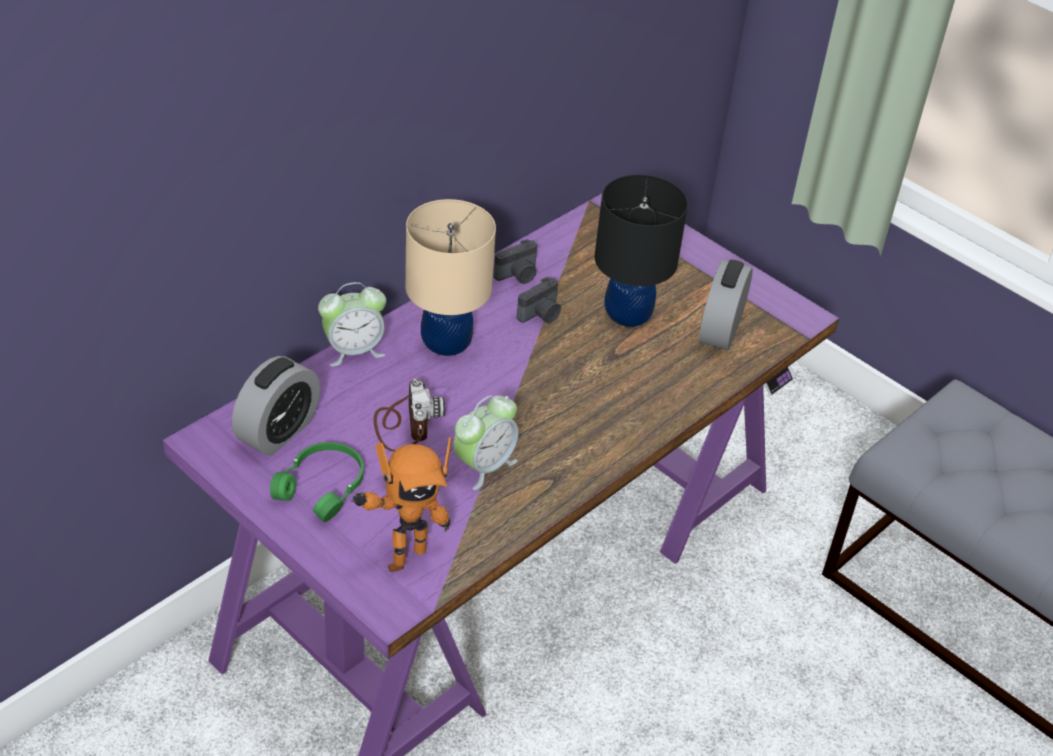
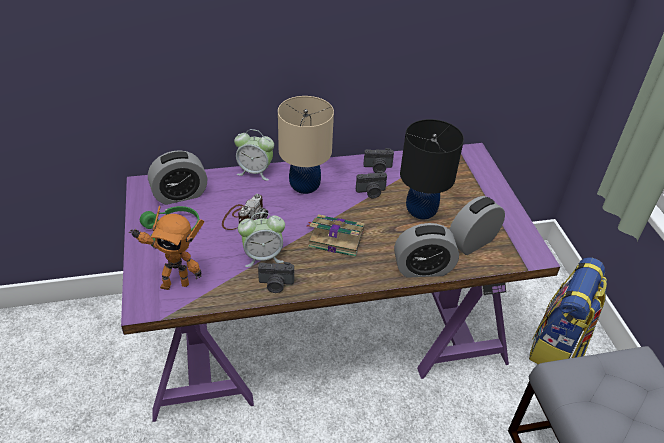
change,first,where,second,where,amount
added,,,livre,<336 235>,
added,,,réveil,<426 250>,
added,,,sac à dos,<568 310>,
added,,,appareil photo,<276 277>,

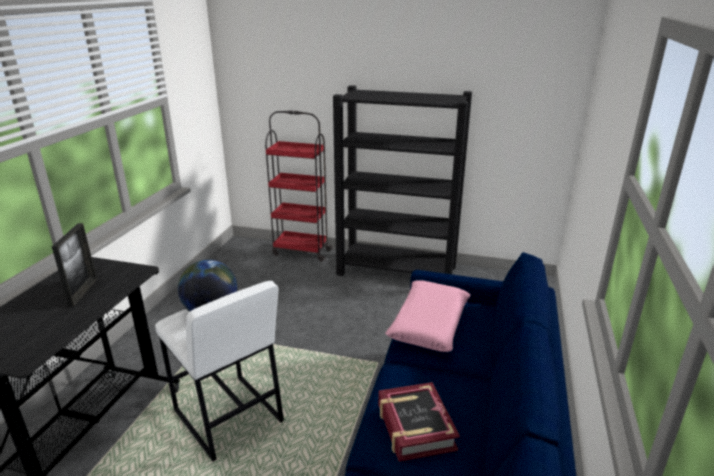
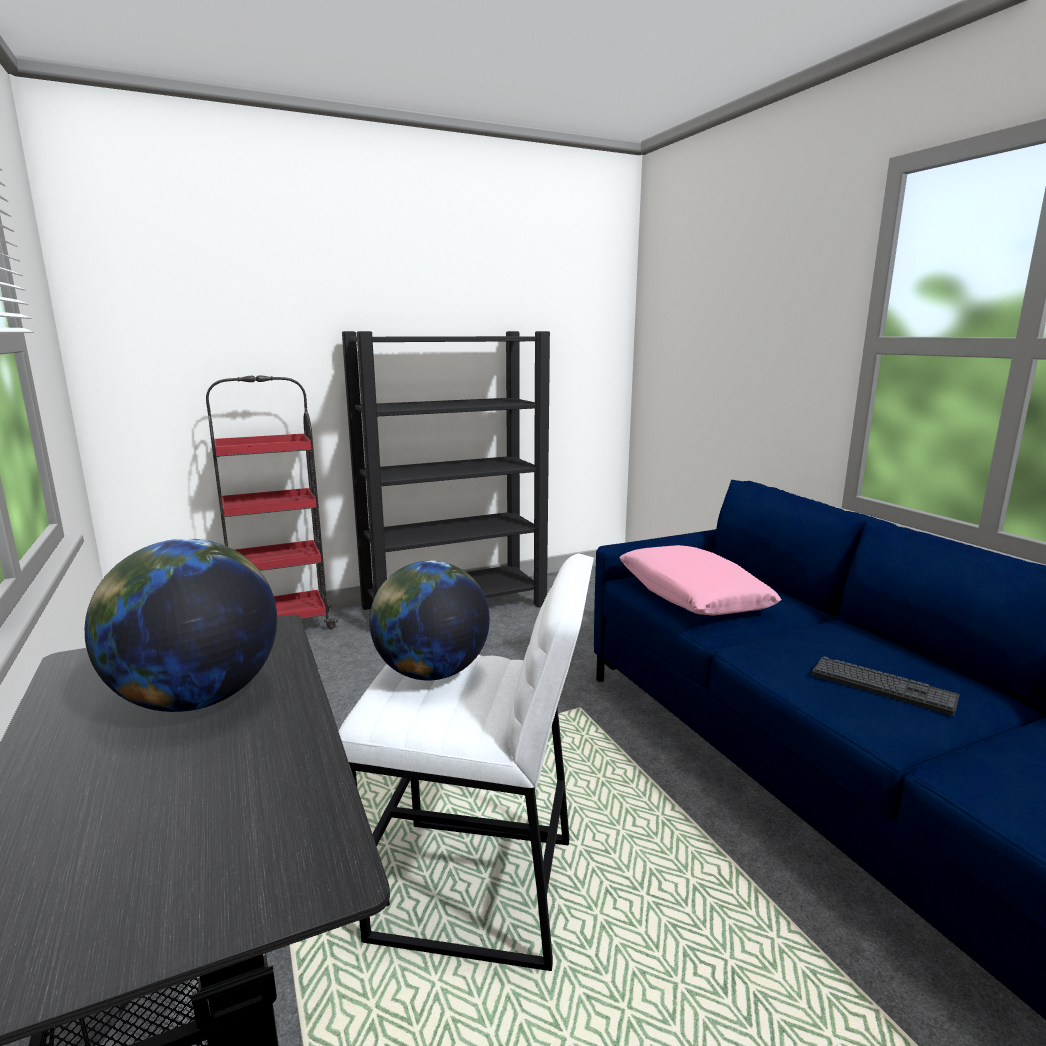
change,first,where,second,where,amount
replaced,cadre photo,<74 264>,globe,<181 625>,
replaced,livre,<419 422>,clavier,<885 686>,

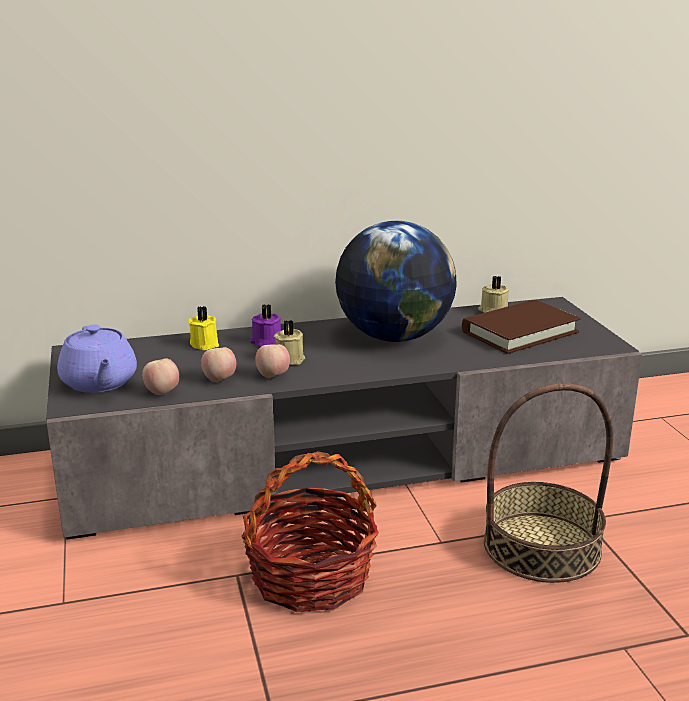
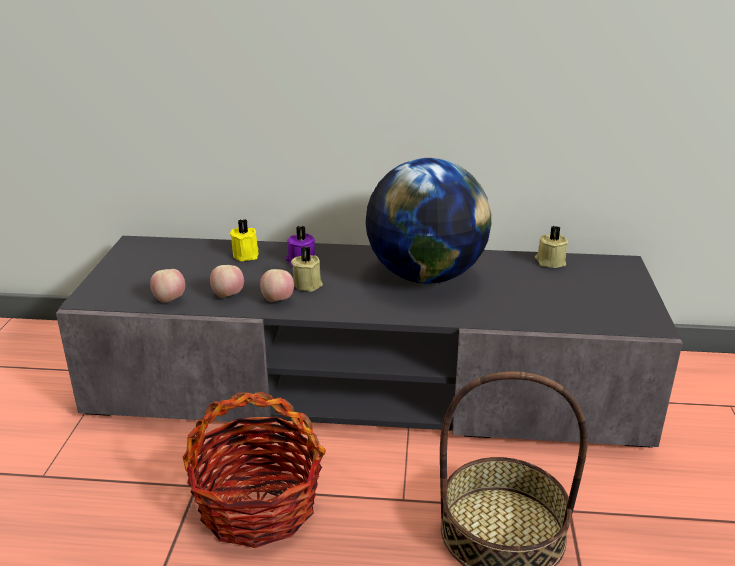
change,first,where,second,where,amount
removed,livre (marron),<521 327>,,,
removed,théière (violet),<97 359>,,,

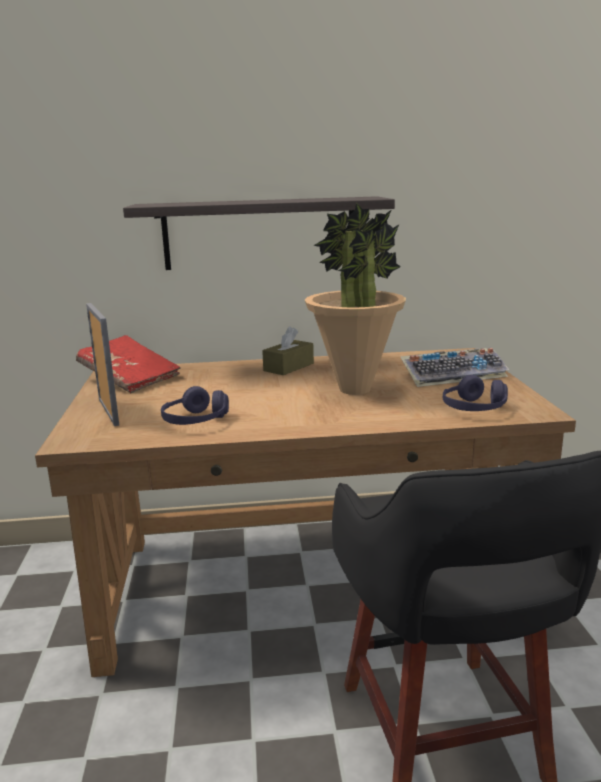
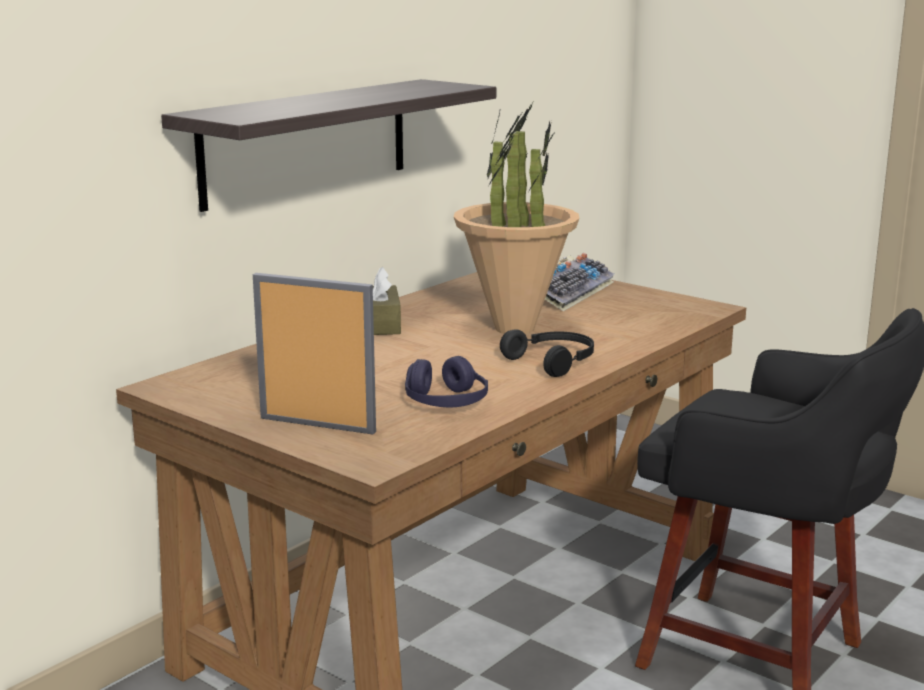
change,first,where,second,where,amount
removed,livre (rouge),<128 364>,,,
removed,casque audio (violet),<475 393>,,,
added,,,casque audio (noir),<547 353>,

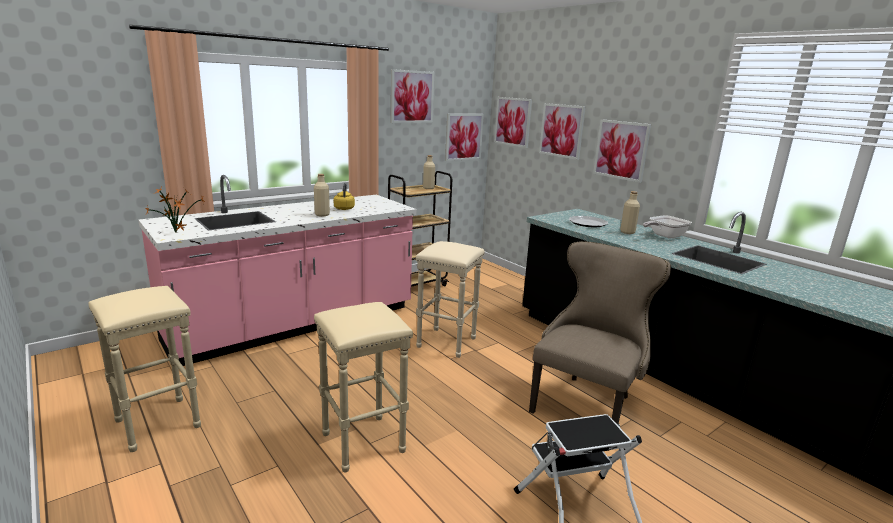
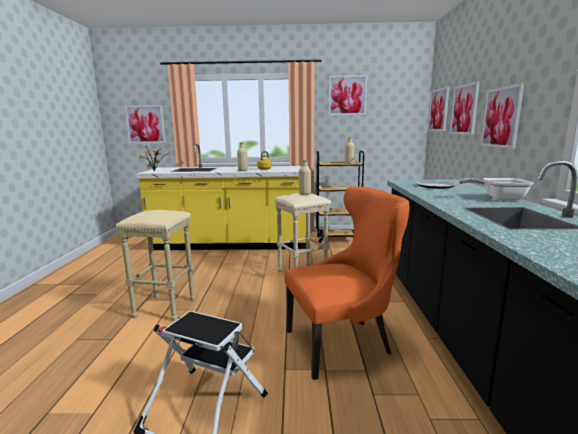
change,first,where,second,where,amount
moved,tableau,<464 137>,,<145 124>,
recoloured,comptoir de cuisine (rose),<277 270>,comptoir de cuisine (jaune),<221 197>,
moved,bouteille (beige),<630 212>,,<305 177>,
recoloured,chaise (beige),<600 332>,chaise (orange),<347 283>,
removed,tabouret (beige),<144 369>,,,

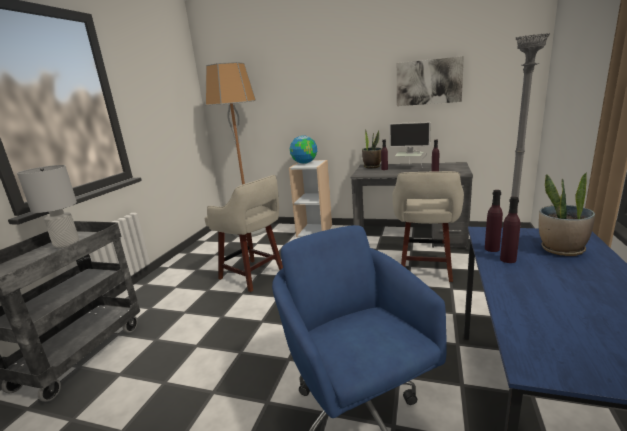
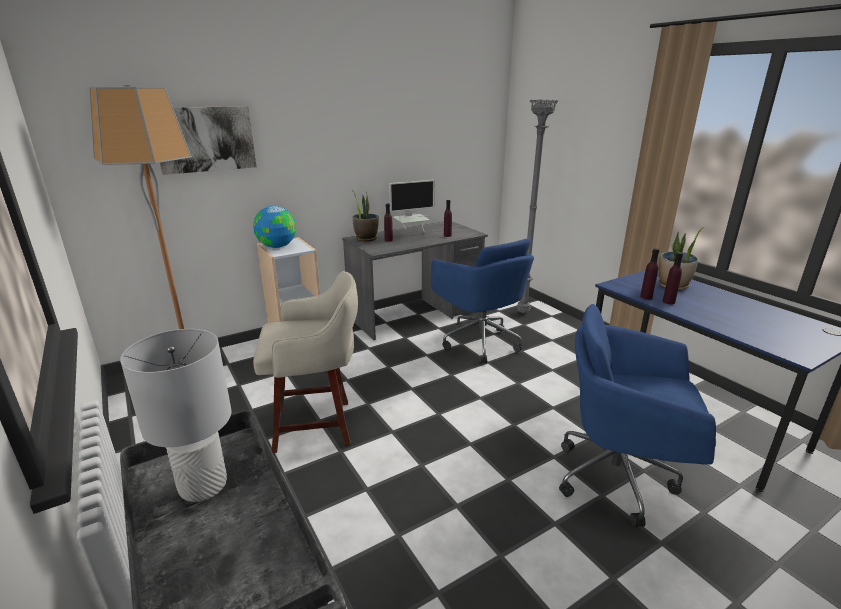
change,first,where,second,where,amount
moved,tableau,<430 81>,,<208 140>,
replaced,tabouret (beige),<428 226>,chaise de bureau (bleu),<482 300>,

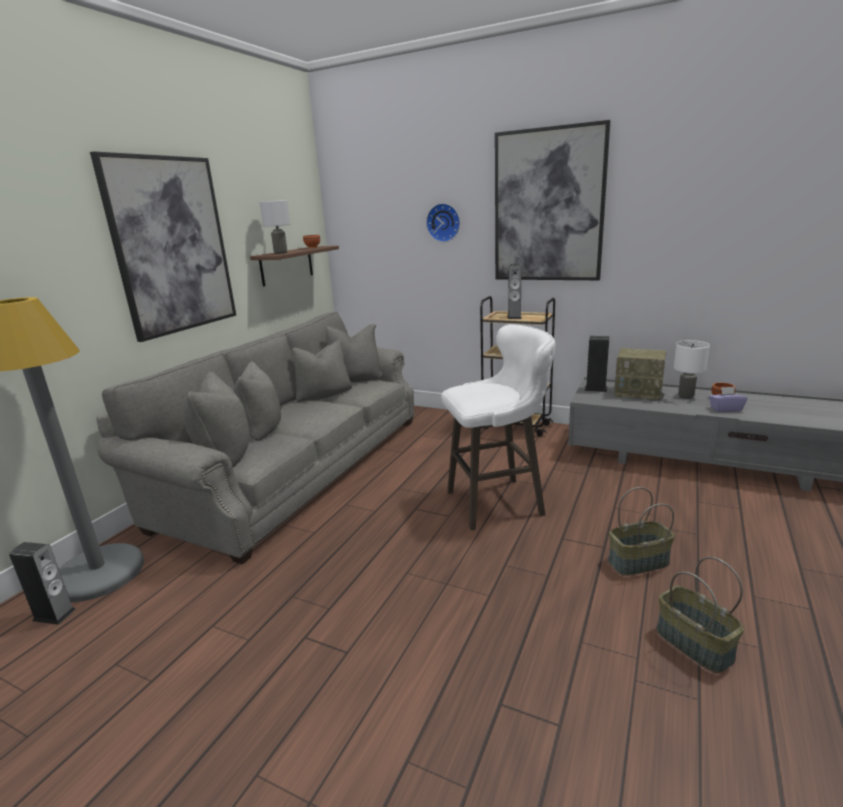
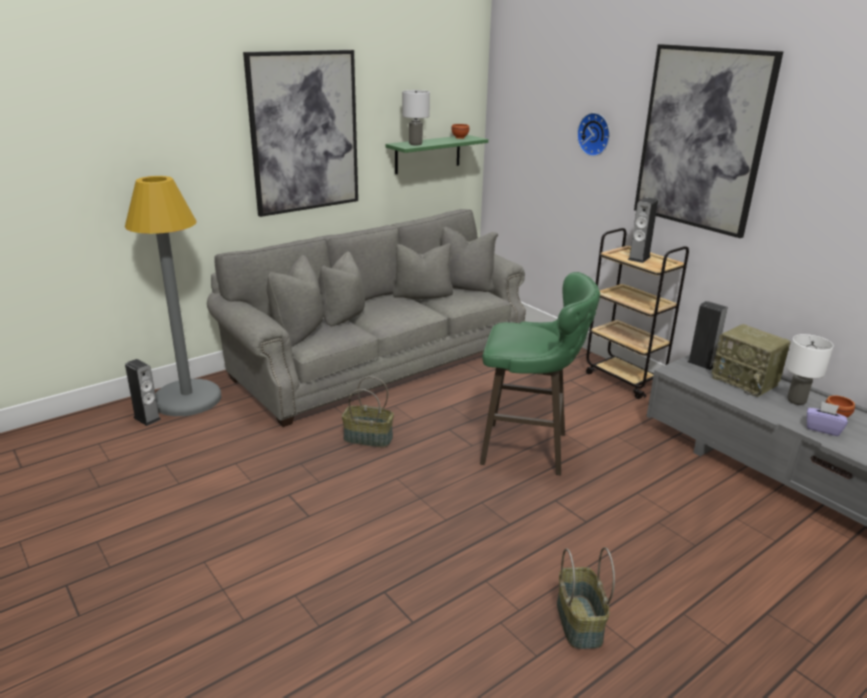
change,first,where,second,where,amount
recoloured,étagère (marron),<294 266>,étagère (vert),<436 154>,
recoloured,tabouret (blanc),<498 427>,tabouret (vert),<540 374>,
moved,panier,<641 531>,,<368 412>,

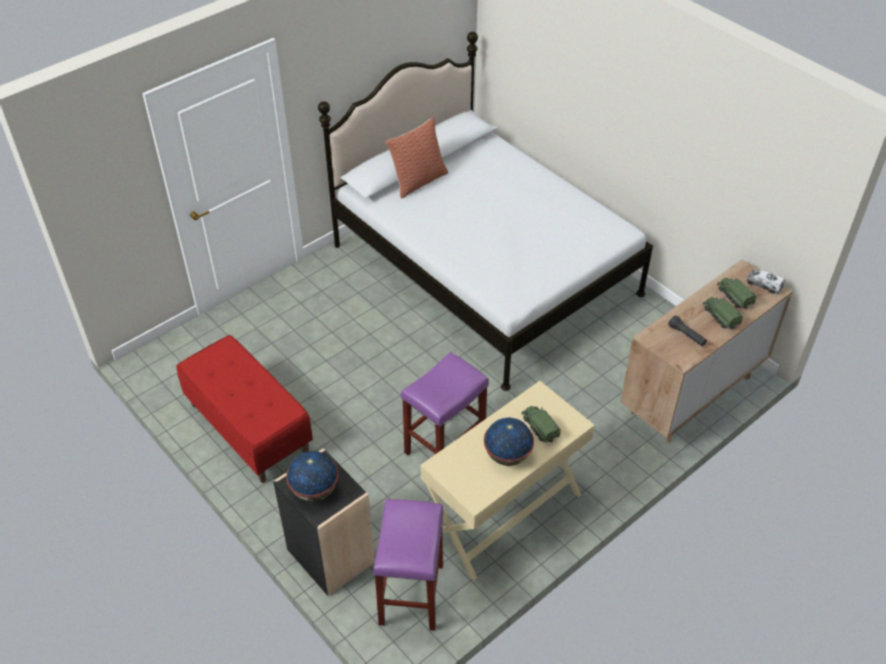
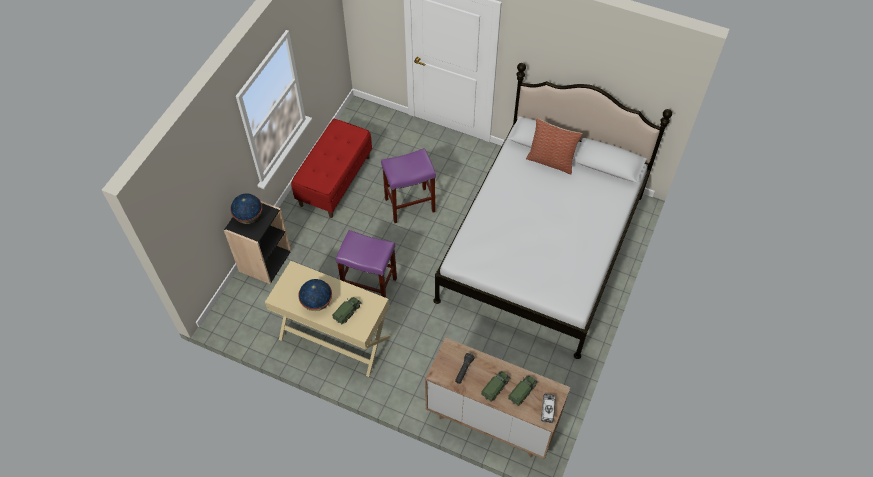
change,first,where,second,where,amount
moved,tabouret (violet),<408 565>,,<408 185>,

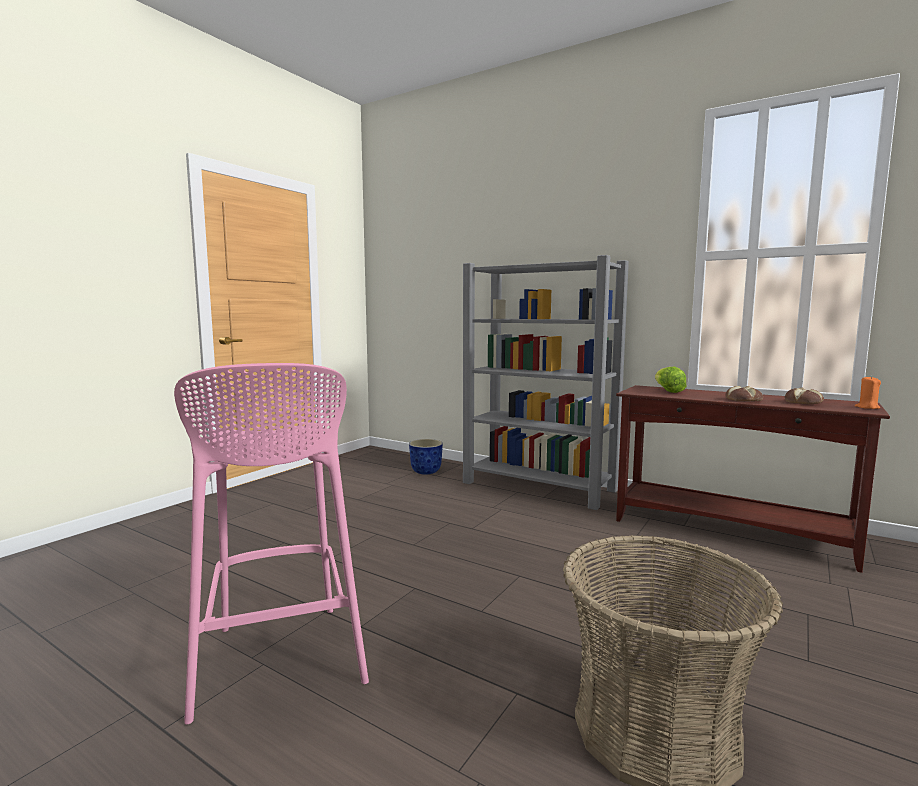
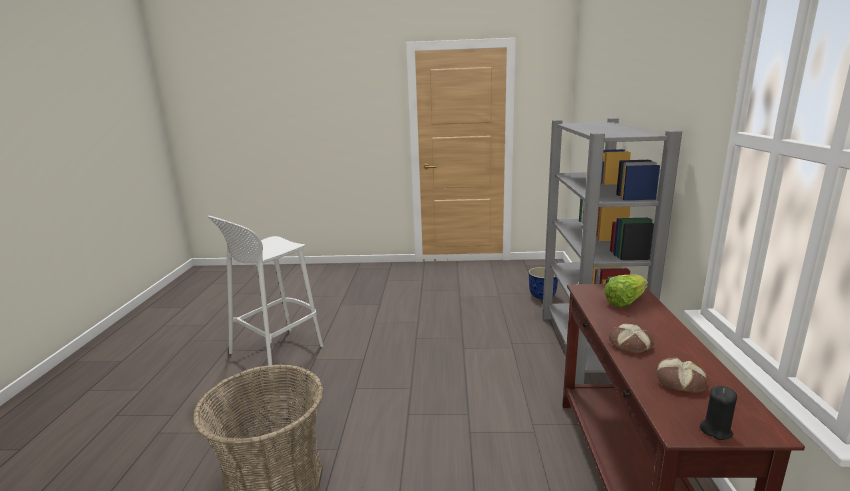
change,first,where,second,where,amount
recoloured,tabouret (rose),<271 543>,tabouret (blanc),<265 297>,
recoloured,bougie (orange),<868 392>,bougie (noir),<718 413>,

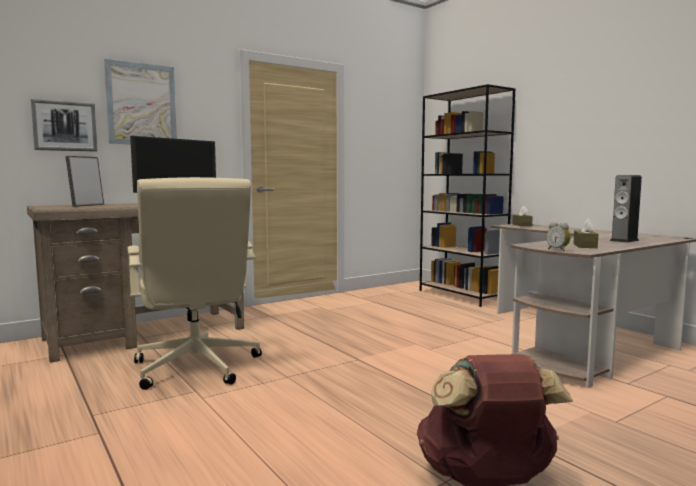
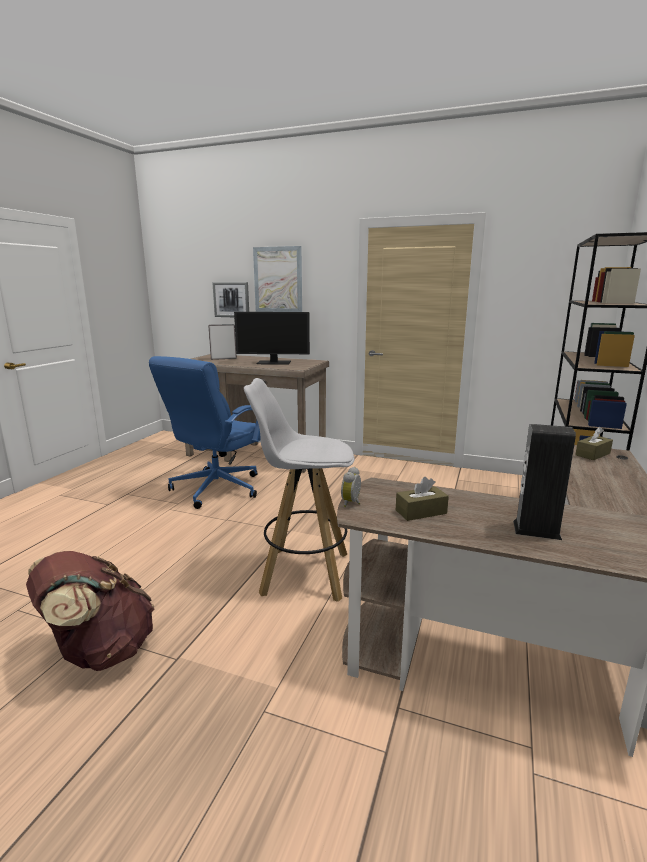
change,first,where,second,where,amount
recoloured,chaise de bureau (beige),<195 283>,chaise de bureau (bleu),<205 432>,
added,,,tabouret (blanc),<299 490>,

